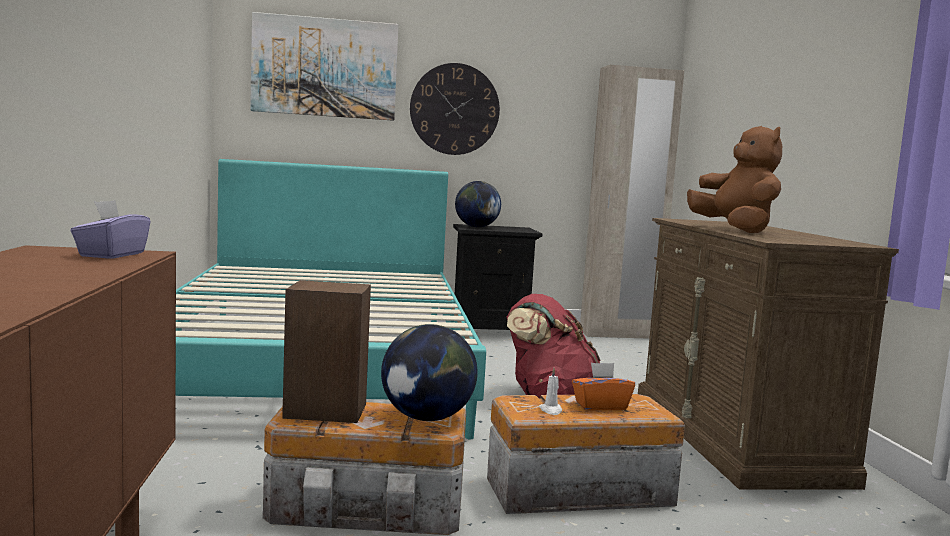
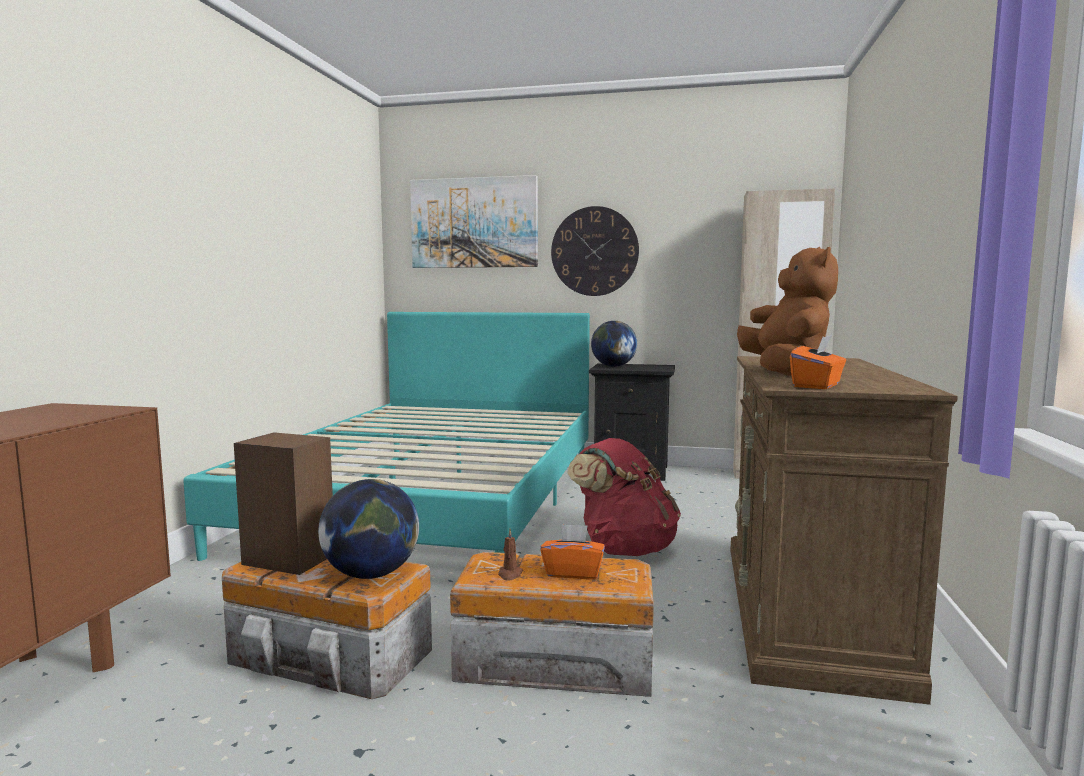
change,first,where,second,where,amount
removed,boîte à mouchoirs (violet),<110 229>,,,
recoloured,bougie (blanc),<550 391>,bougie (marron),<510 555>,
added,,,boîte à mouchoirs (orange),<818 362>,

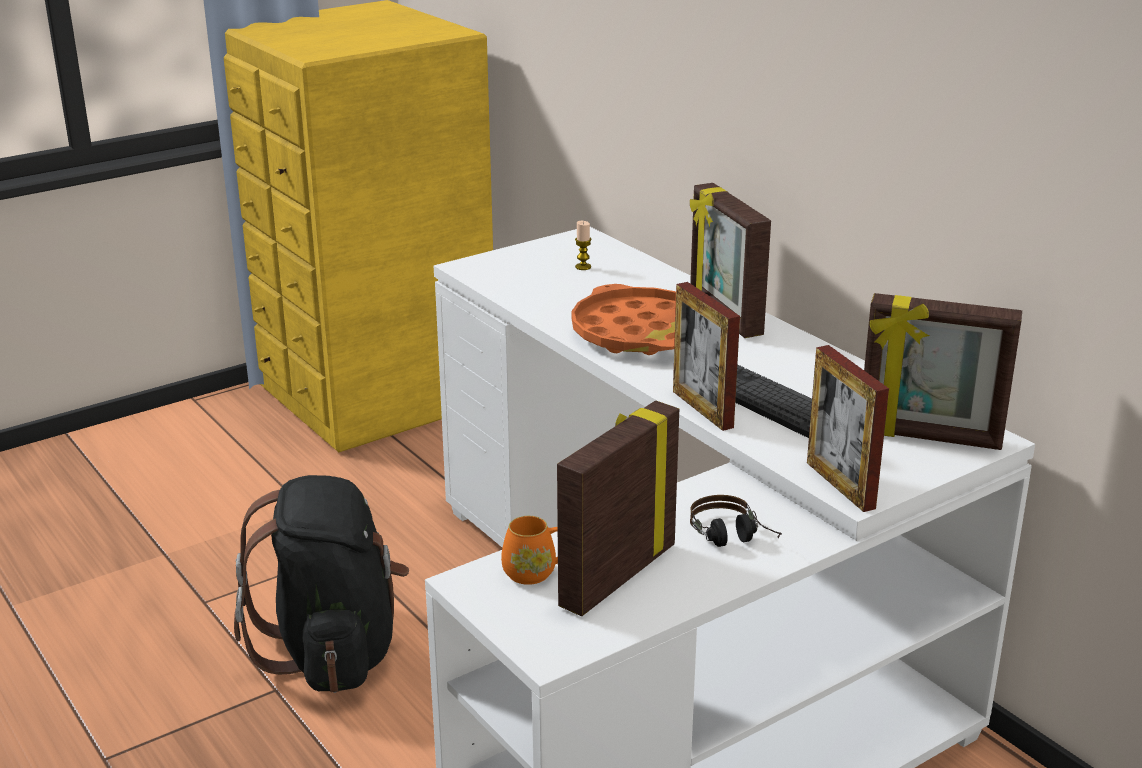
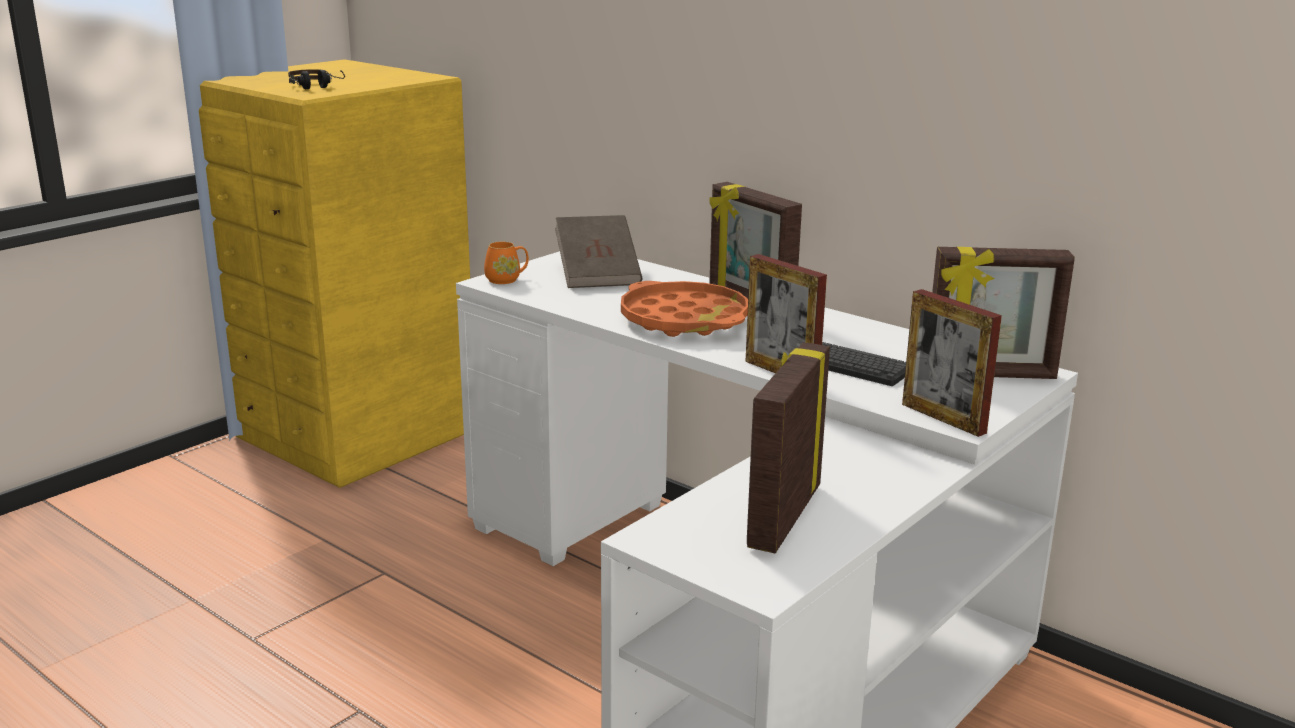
change,first,where,second,where,amount
replaced,bougie,<583 245>,livre (marron),<598 251>,
removed,sac à dos (noir),<321 584>,,,
moved,casque audio,<736 521>,,<316 79>,
moved,mug (orange),<529 550>,,<506 262>,

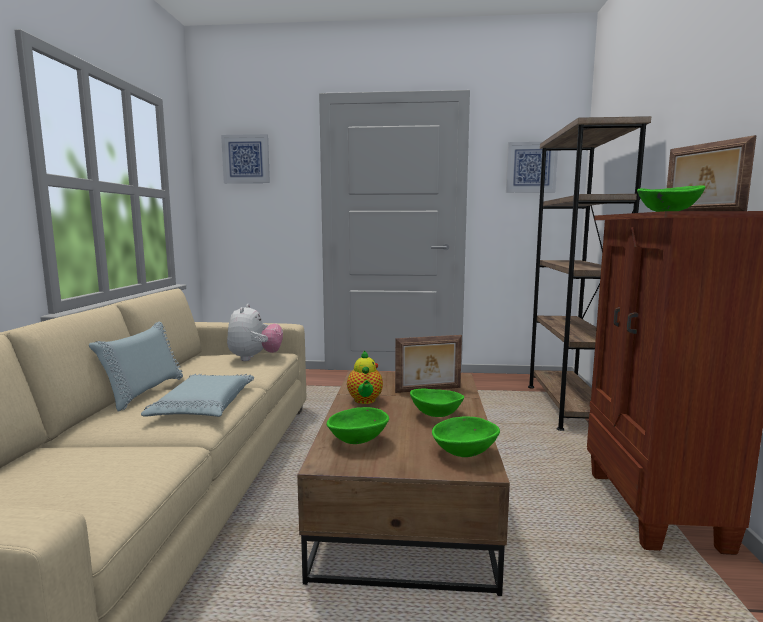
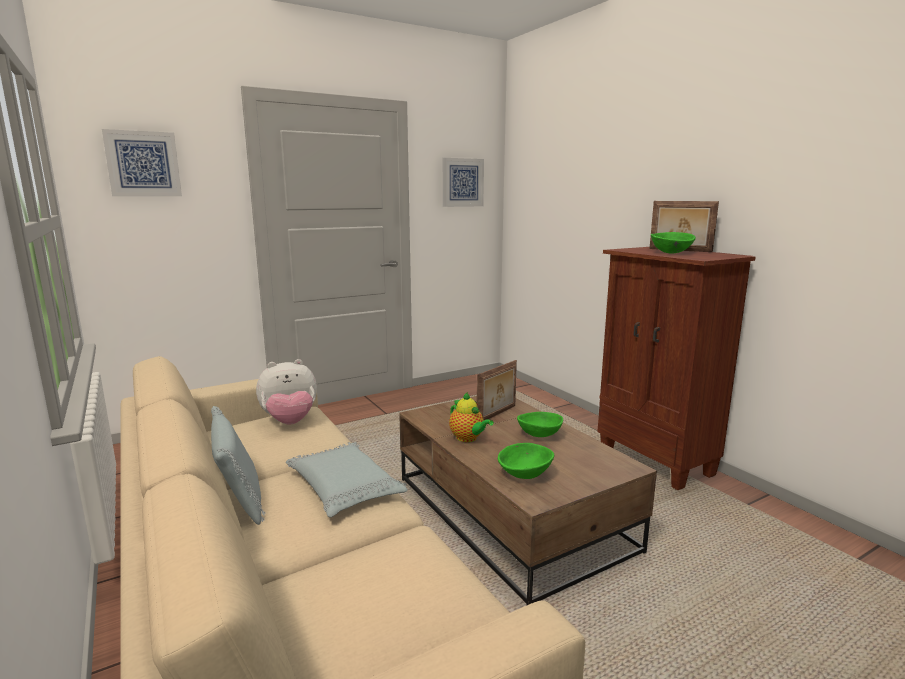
change,first,where,second,where,amount
removed,bibliothèque (marron),<589 273>,,,
turned,peluche,<255 332>,,<286 391>,105 degrees clockwise
removed,bol (vert),<466 436>,,,

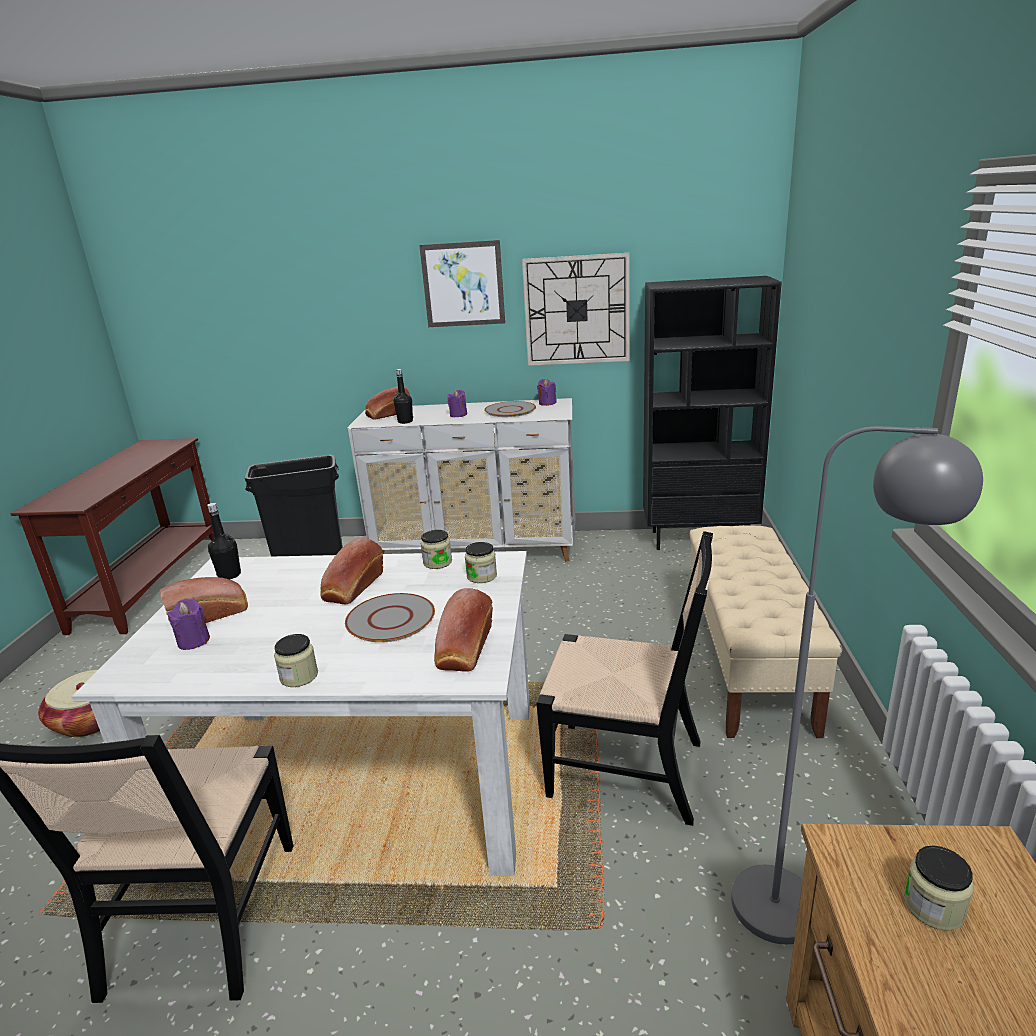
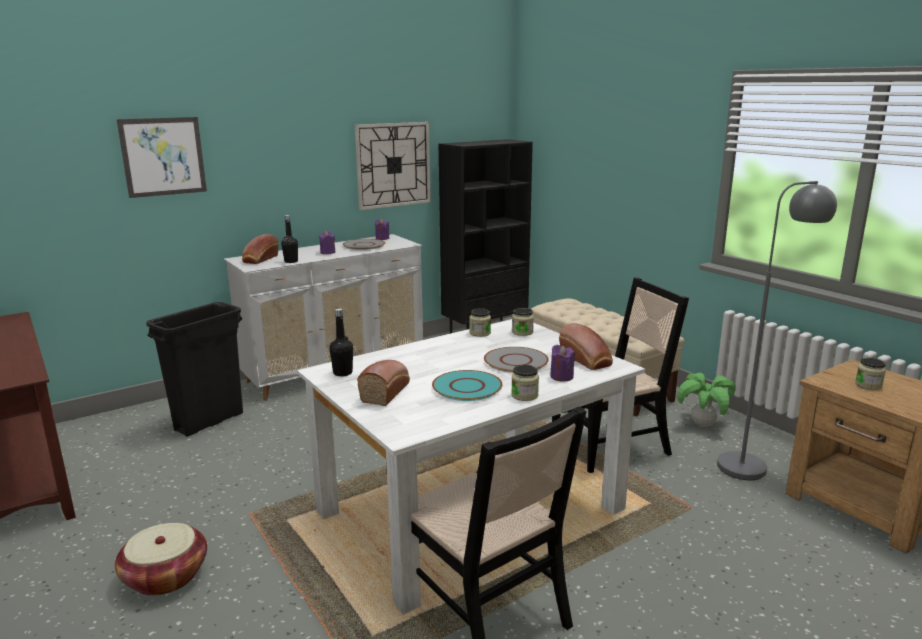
change,first,where,second,where,amount
moved,tableau,<462 283>,,<162 157>,
removed,pain,<352 571>,,,
moved,bougie (violet),<188 624>,,<563 363>,
added,,,assiette (turquoise),<467 385>,
added,,,plante en pot,<706 400>,

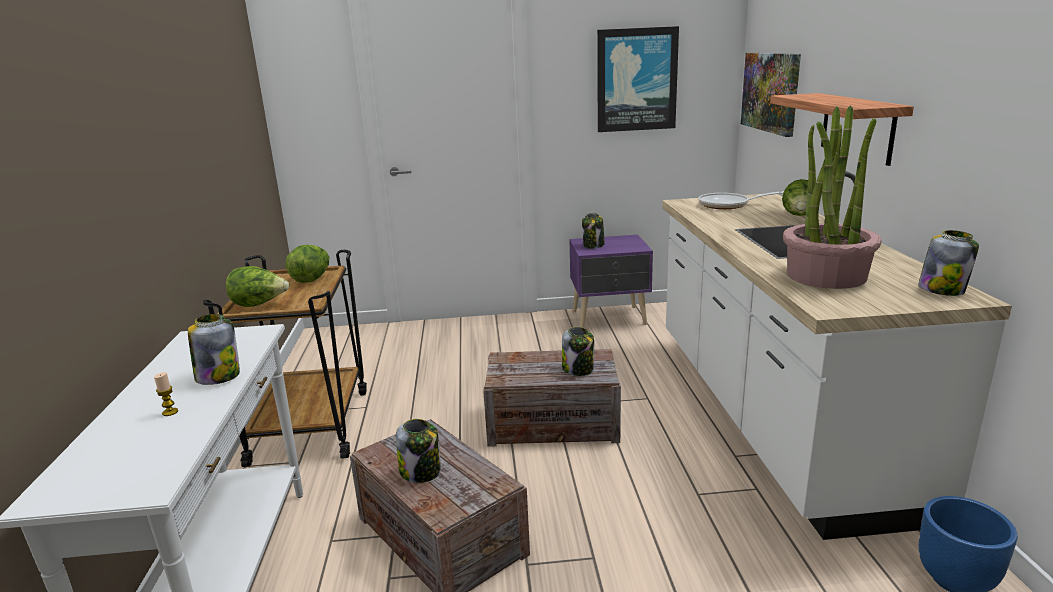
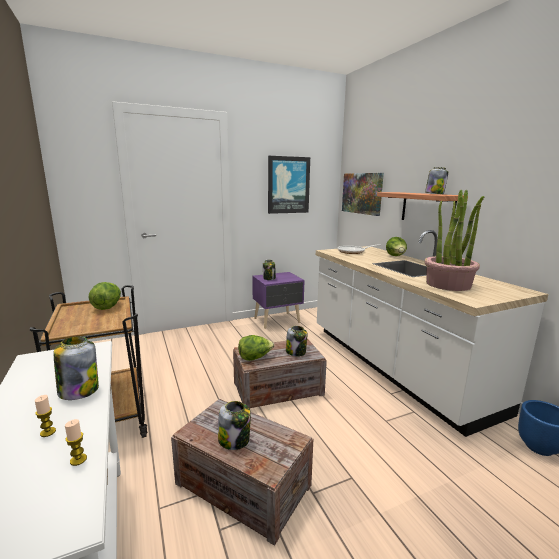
change,first,where,second,where,amount
moved,bocal,<948 263>,,<436 180>,
moved,laitue,<257 286>,,<256 348>,
added,,,bougie,<76 442>,

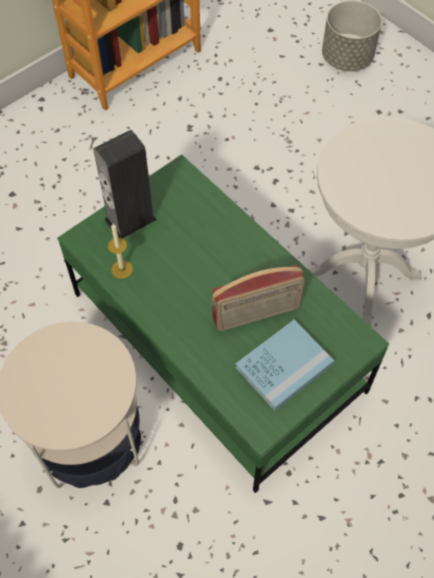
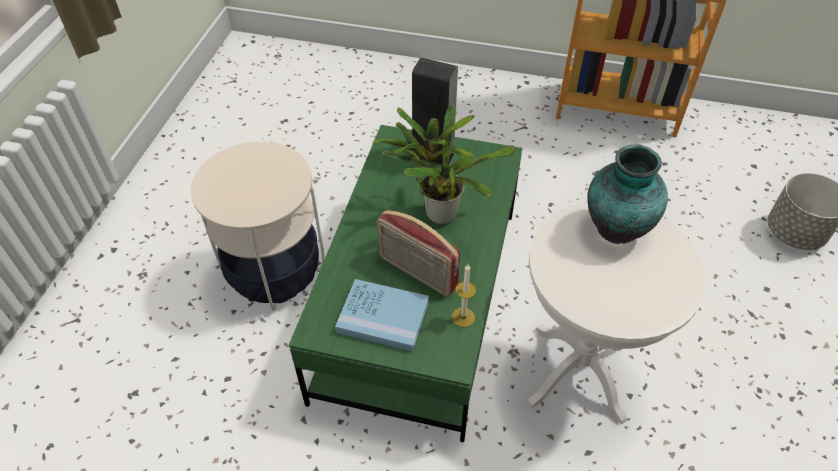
change,first,where,second,where,amount
moved,bougie,<120 251>,,<464 296>,
added,,,plante en pot,<443 164>,
added,,,vase,<627 194>,

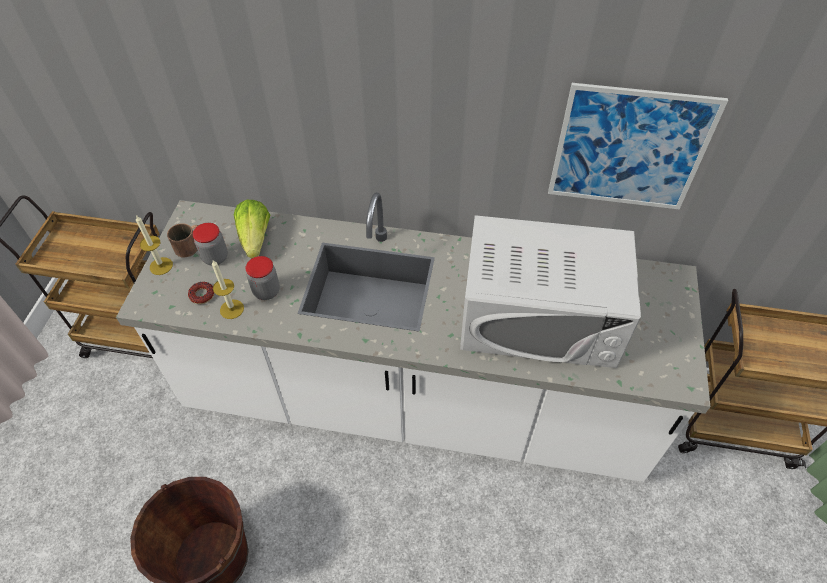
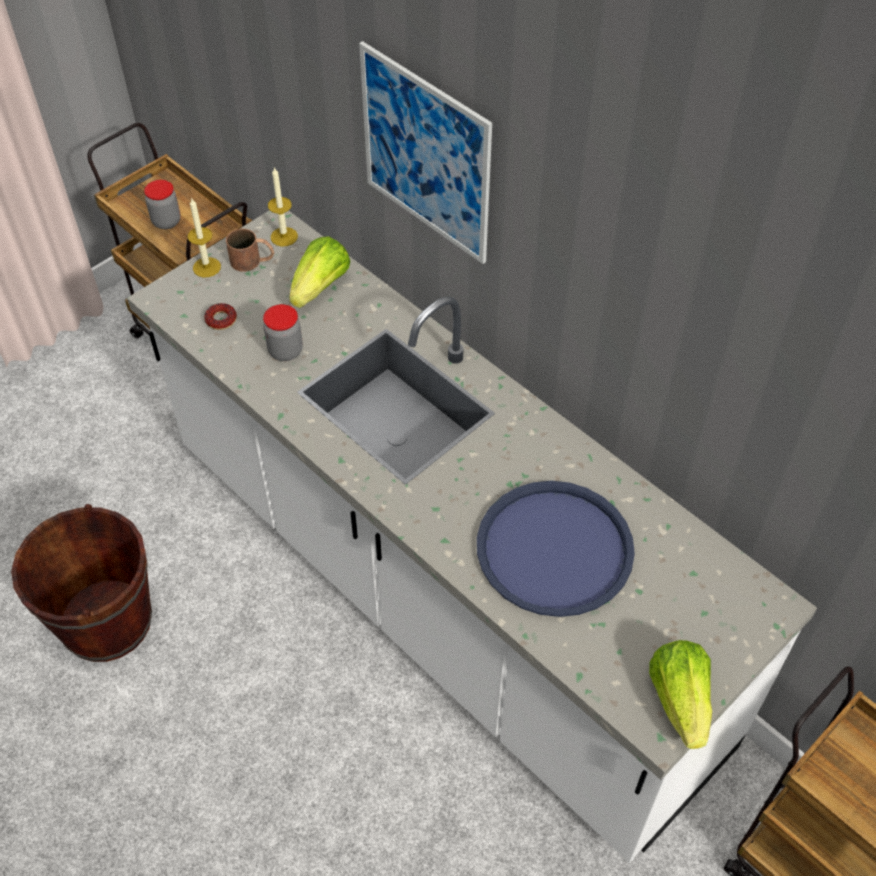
change,first,where,second,where,amount
moved,tableau,<638 146>,,<425 152>,
replaced,micro-ondes (blanc),<550 291>,plateau (bleu),<556 549>,
moved,bocal,<210 244>,,<162 204>,
moved,bougie,<228 289>,,<283 207>,
added,,,laitue,<680 694>,

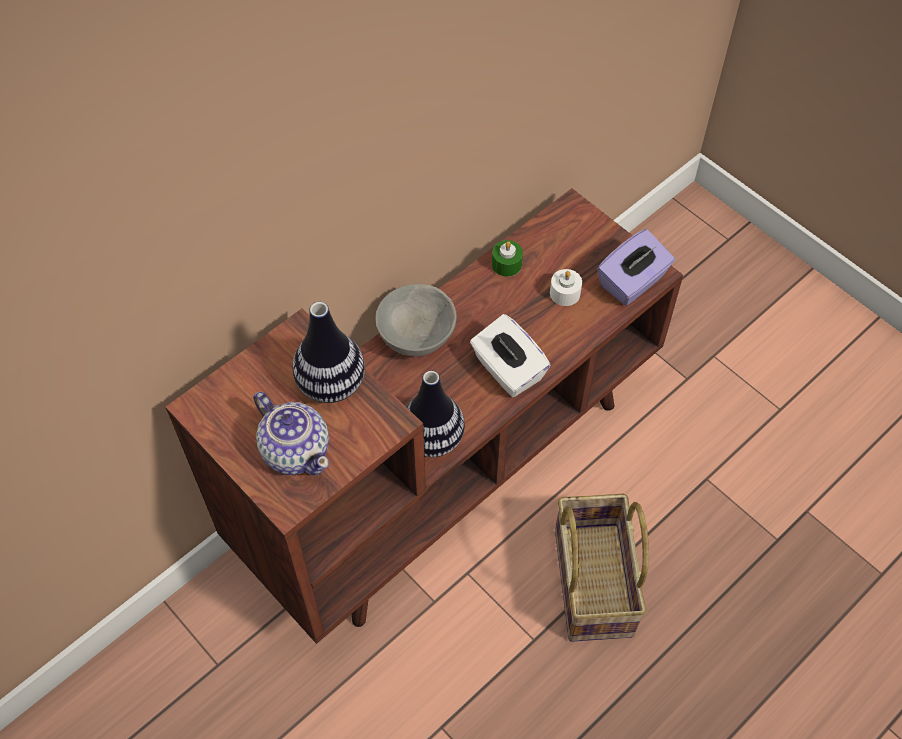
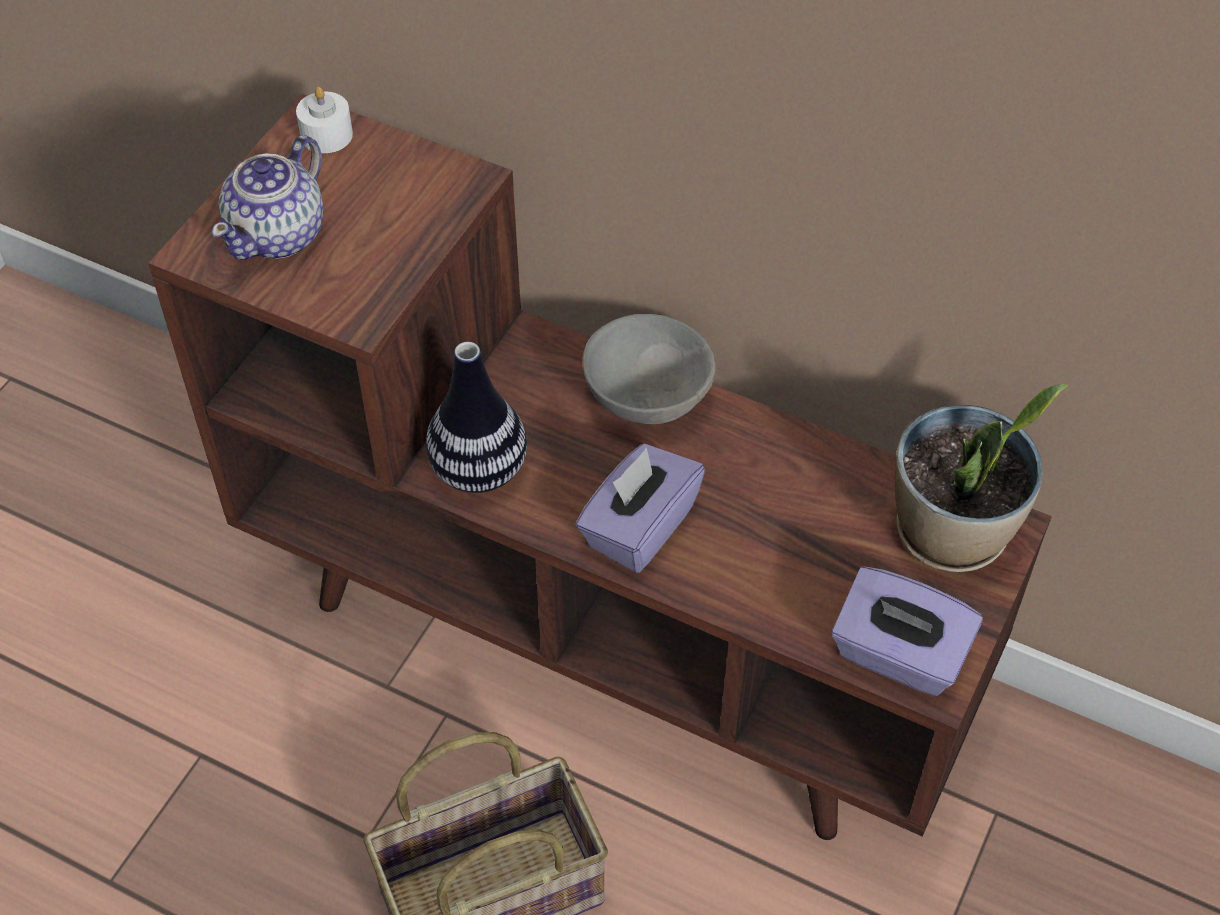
change,first,where,second,where,amount
removed,bougie (vert),<507 258>,,,
moved,bougie (blanc),<566 287>,,<324 120>,
removed,vase,<328 352>,,,
recoloured,boîte à mouchoirs (blanc),<510 355>,boîte à mouchoirs (violet),<640 508>,
added,,,plante en pot,<981 478>,

